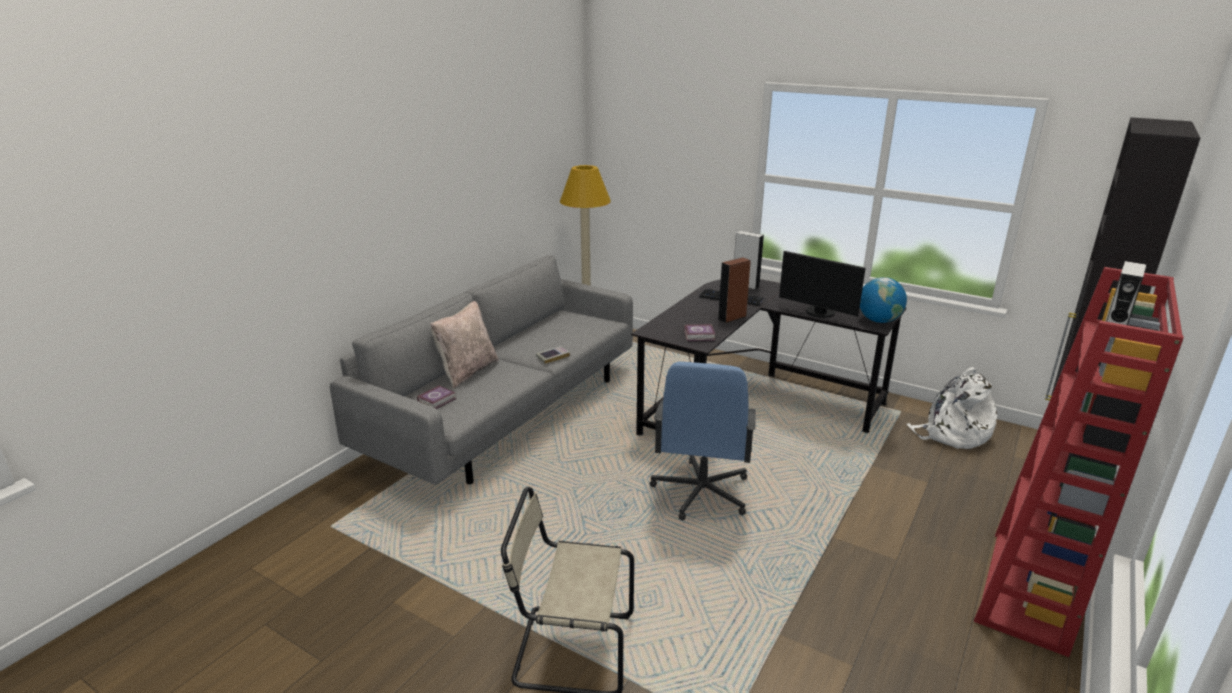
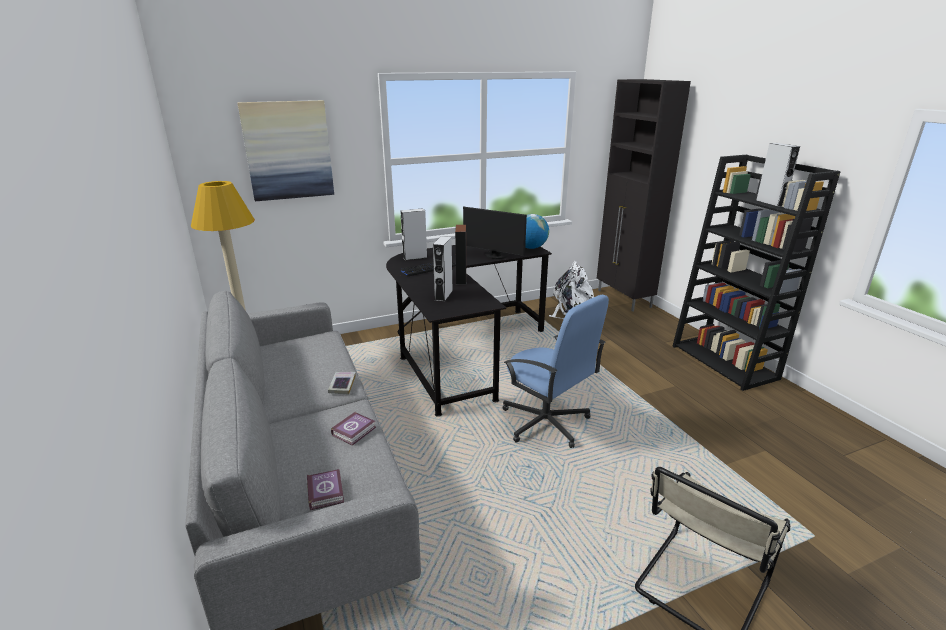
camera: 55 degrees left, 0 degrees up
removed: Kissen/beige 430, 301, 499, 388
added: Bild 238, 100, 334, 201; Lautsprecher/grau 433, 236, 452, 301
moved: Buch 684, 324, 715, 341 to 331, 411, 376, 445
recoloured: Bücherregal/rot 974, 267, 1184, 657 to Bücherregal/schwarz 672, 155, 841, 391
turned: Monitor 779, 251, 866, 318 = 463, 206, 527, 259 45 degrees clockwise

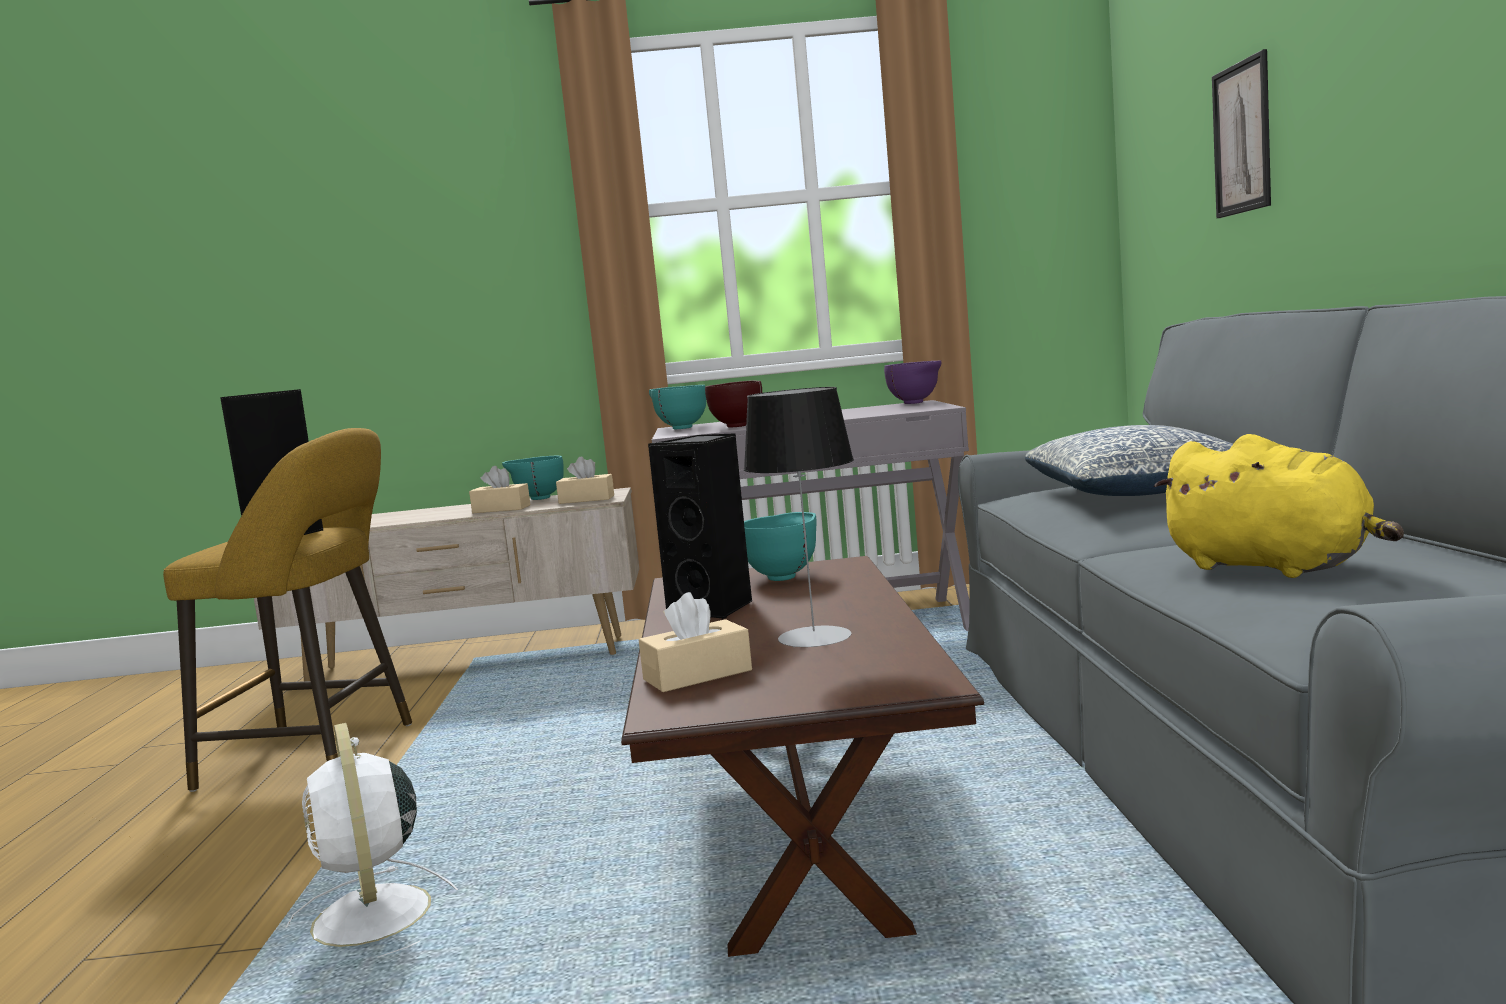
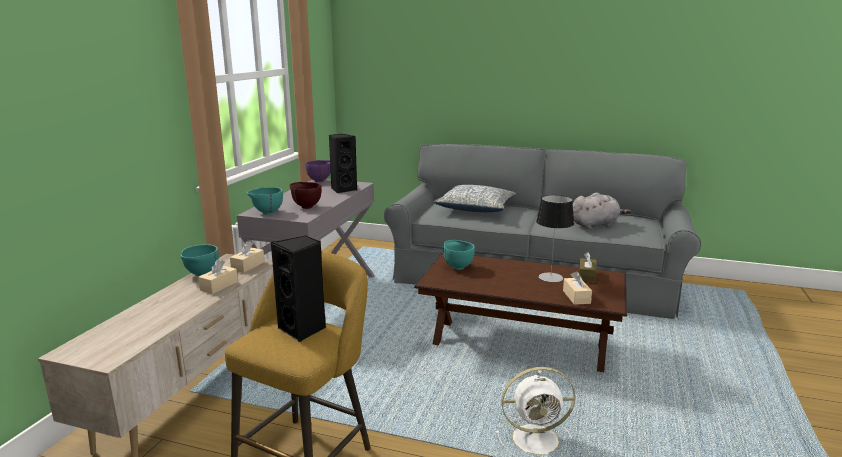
camera: 70 degrees left, 10 degrees up
removed: Bild 1212, 49, 1271, 219
added: Taschentuchbox/braun 579, 252, 597, 283
moved: Lautsprecher/schwarz 648, 433, 752, 619 to 329, 134, 358, 193
recoloured: Plüschtier/gelb 1154, 434, 1404, 578 to Plüschtier/grau 573, 193, 631, 229

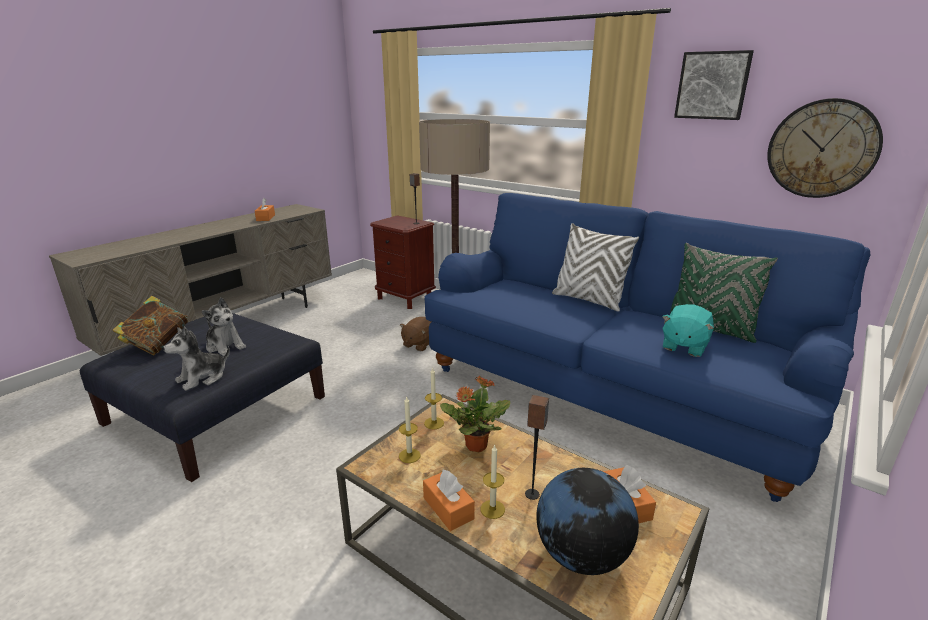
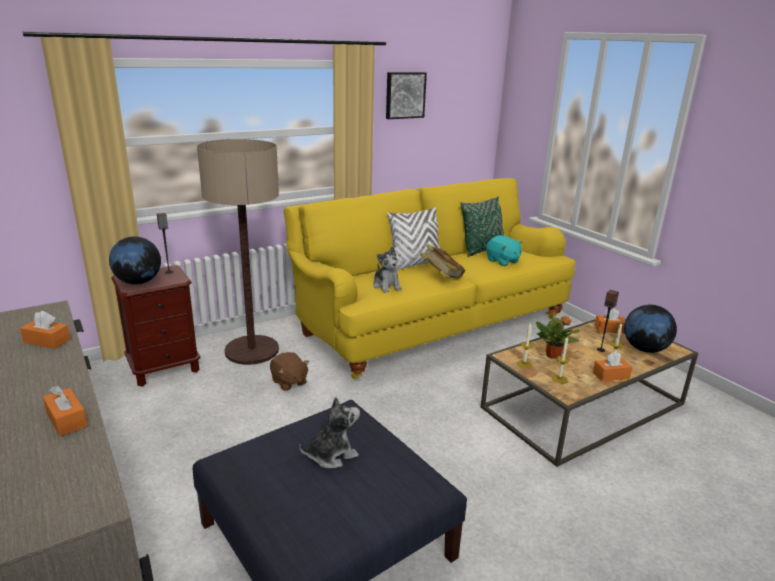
camera: 70 degrees left, 0 degrees up
removed: Wanduhr 767, 98, 883, 198
added: Taschentuchbox/orange 43, 385, 88, 436; Globus 109, 236, 161, 284
moved: Buch 113, 296, 188, 355 to 420, 244, 465, 279; Plüschtier 163, 327, 230, 391 to 373, 246, 402, 293
recoloured: Sofa/blau 425, 193, 871, 502 to Sofa/gelb 284, 178, 576, 379

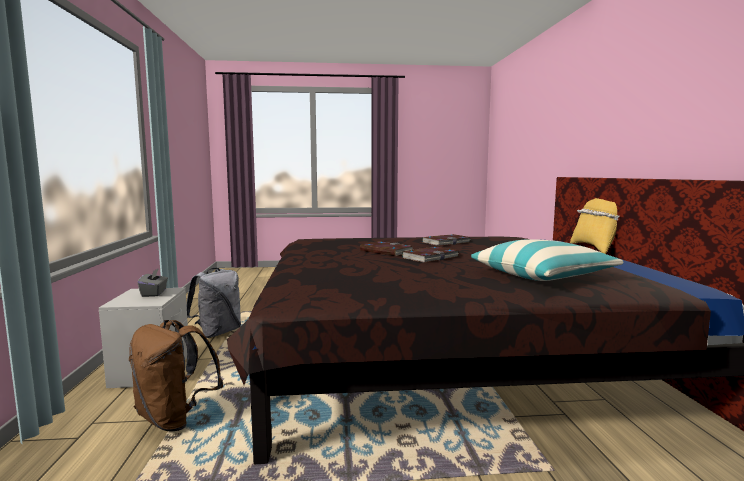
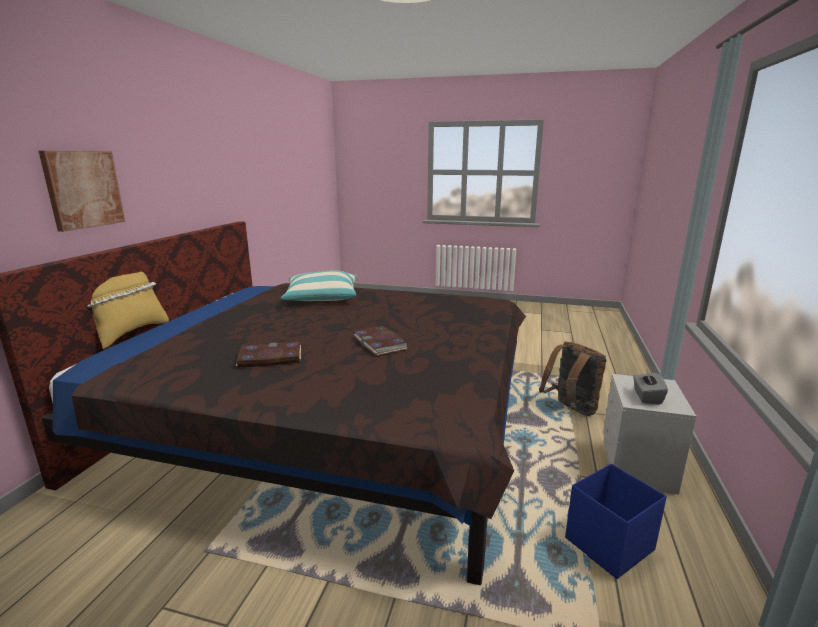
camera: 160 degrees left, 10 degrees up
removed: Buch 402, 247, 459, 263
added: Bild 39, 151, 125, 232
replaced: Rucksack/grau 186, 268, 241, 338 to Aufbewahrungsbox/blau 565, 463, 667, 579

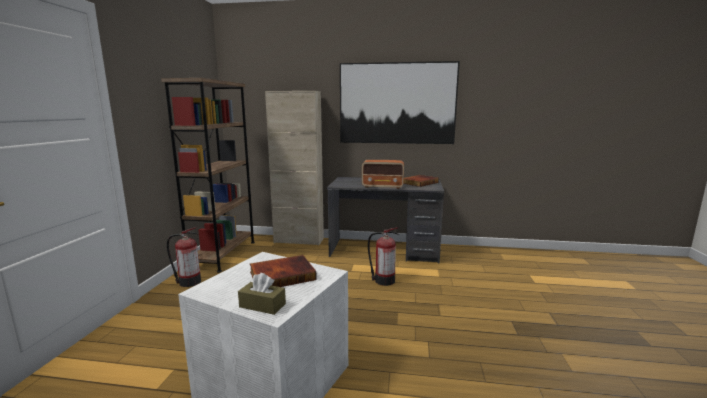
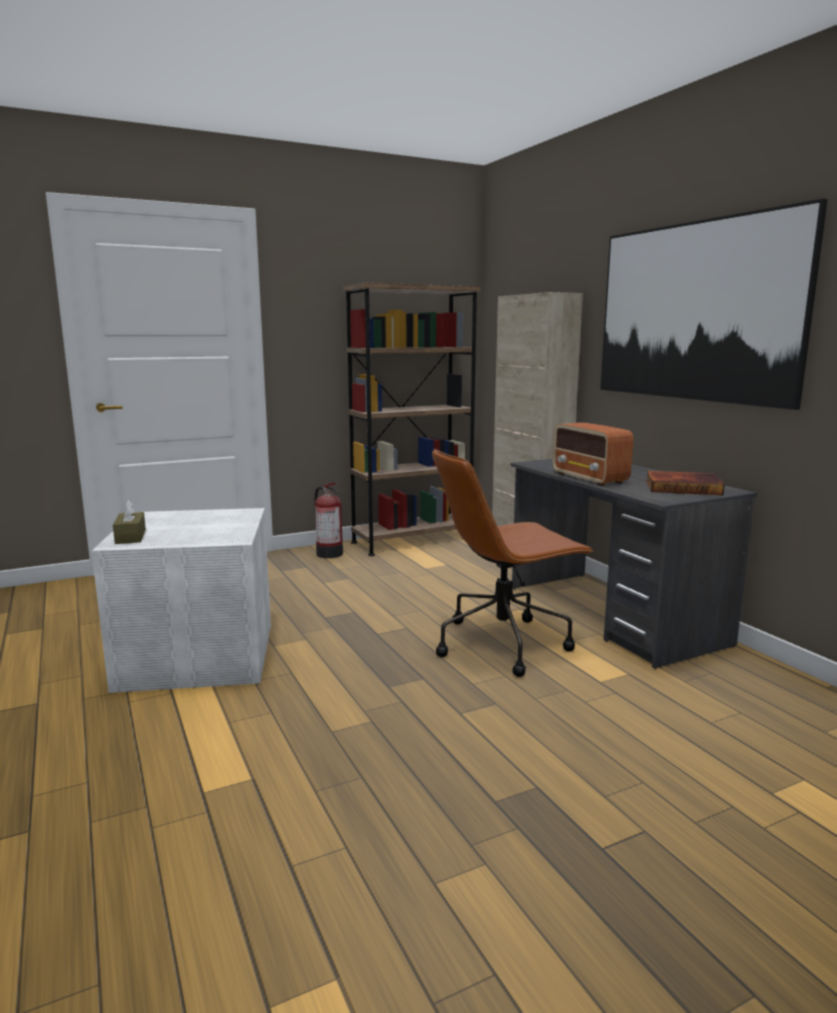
camera: 55 degrees right, 0 degrees up
removed: Buch 250, 255, 317, 287
replaced: Feuerlöscher 368, 227, 399, 286 to Bürostuhl/braun 432, 449, 593, 677

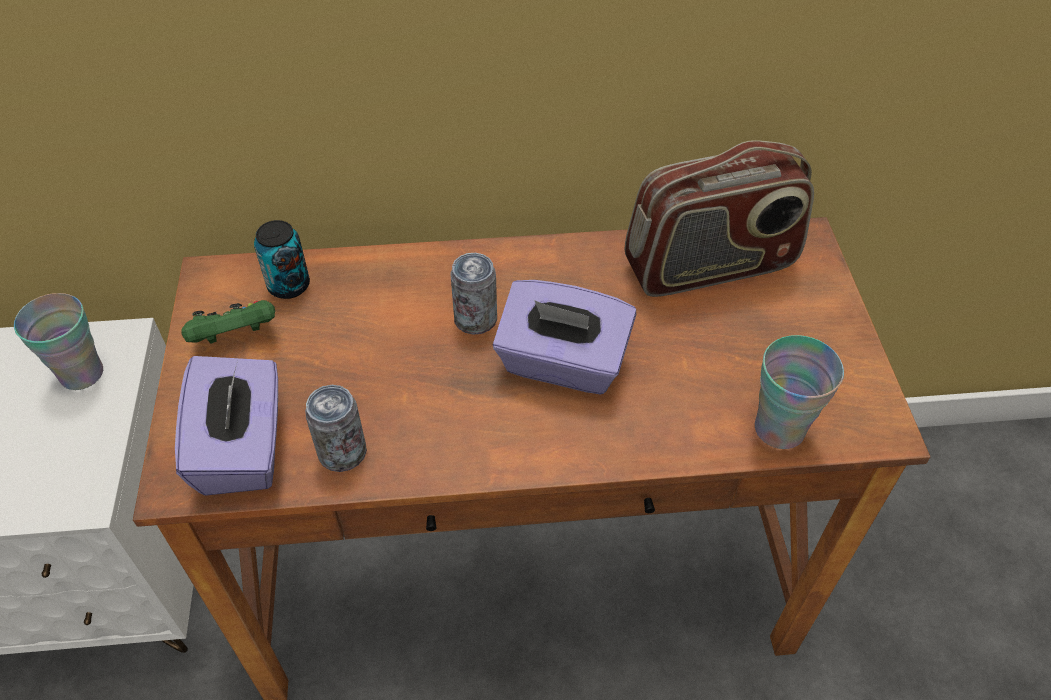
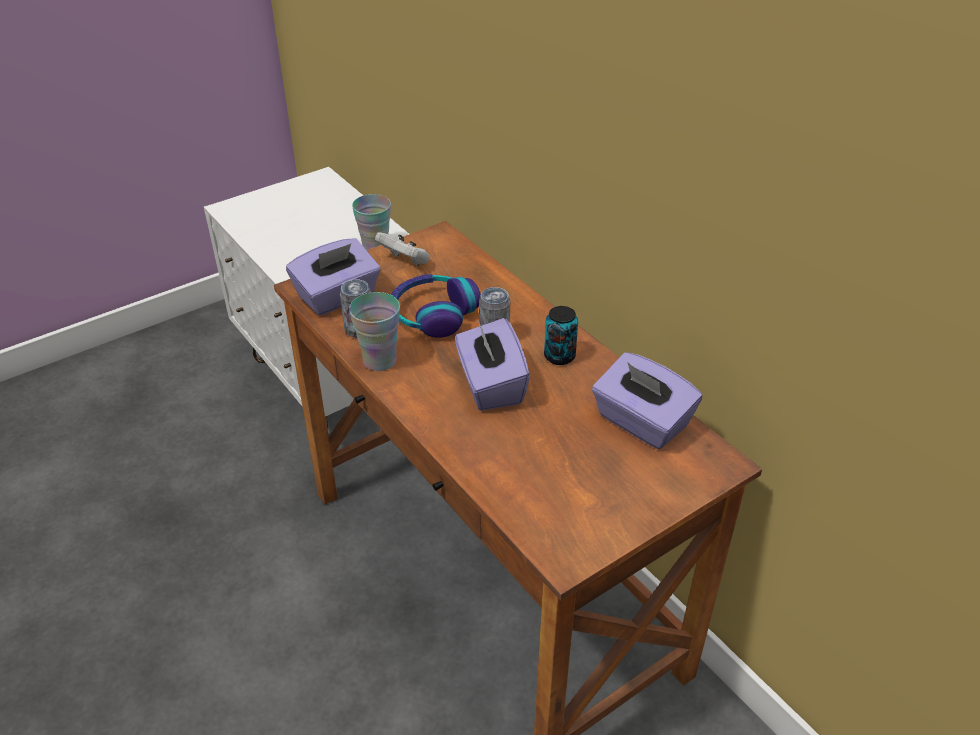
camera: 60 degrees right, 10 degrees down
added: Kopfhörer 391, 274, 481, 338
moved: Dose 254, 220, 310, 299 to 544, 306, 578, 365; Tasse 755, 335, 844, 449 to 349, 292, 400, 371
replaced: Radio 625, 140, 814, 297 to Taschentuchbox/lila 592, 352, 702, 449
recoloured: Gamepad/grün 181, 300, 275, 344 to Gamepad/weiß 375, 232, 430, 266

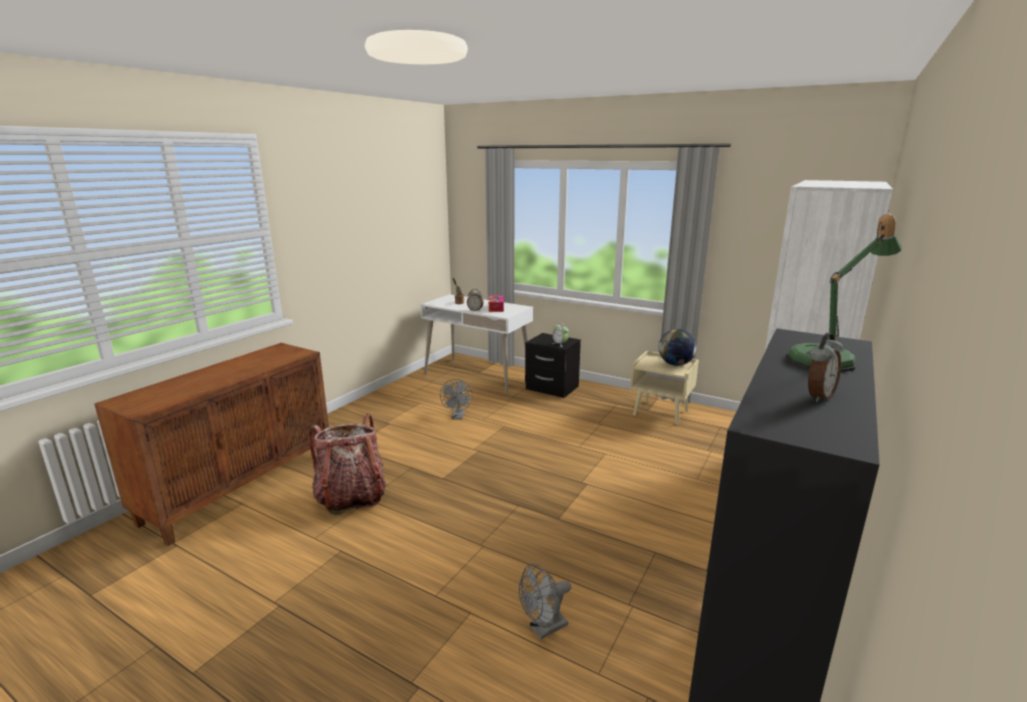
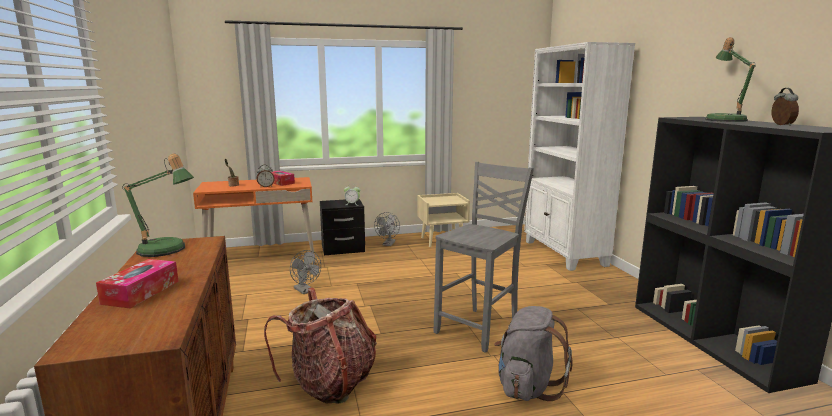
camera: 45 degrees left, 5 degrees down
removed: Globus 658, 329, 697, 366
added: Taschentuchbox 96, 259, 179, 308; Tischlampe 122, 154, 194, 257; Stuhl/grau 434, 162, 534, 353; Rucksack/grau 494, 306, 573, 401
moved: Ventilator/grau 519, 563, 571, 639 to 374, 212, 400, 246
recoloured: Schreibtisch/weiß 420, 294, 533, 394 to Schreibtisch/orange 193, 177, 316, 263

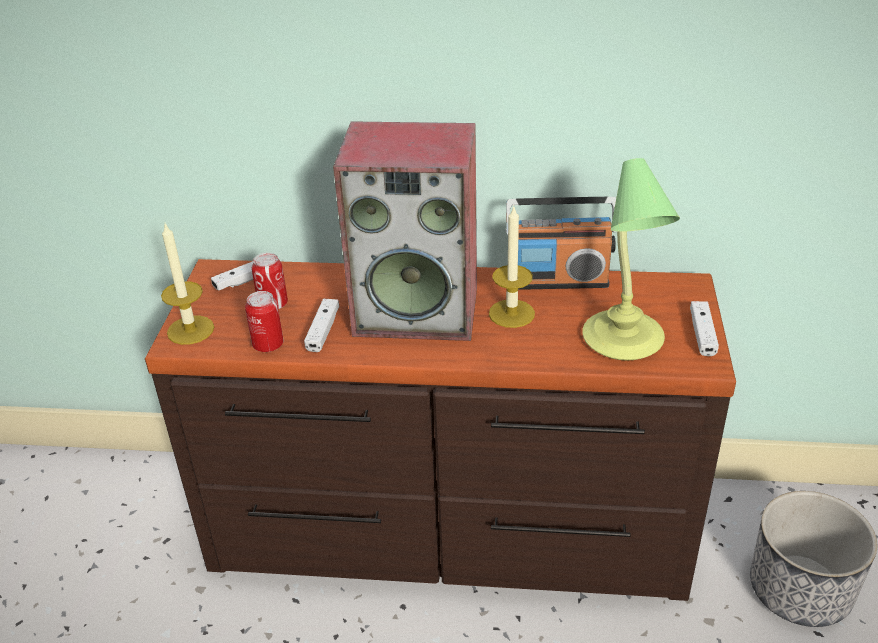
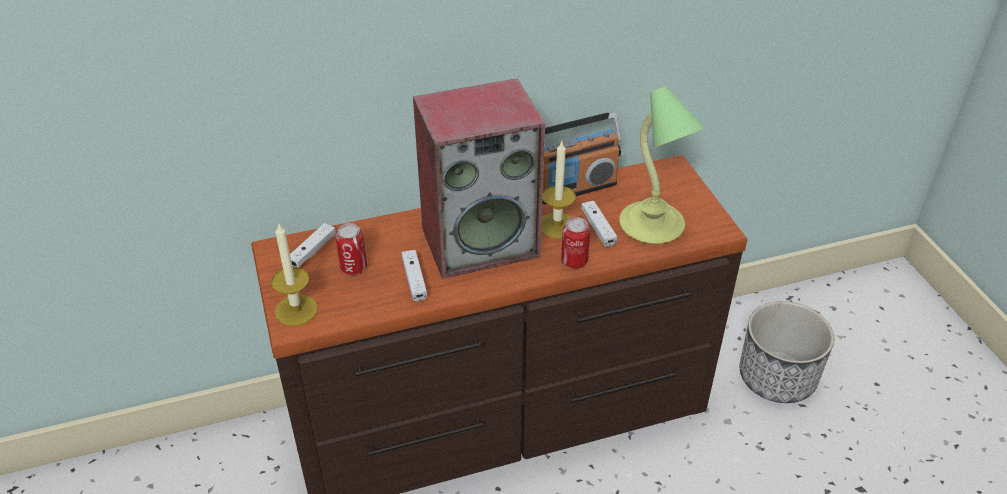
camera: 25 degrees left, 5 degrees up
moved: Dose 245, 291, 283, 352 to 561, 217, 590, 269; Gamepad/weiß 690, 301, 719, 356 to 581, 201, 617, 247

